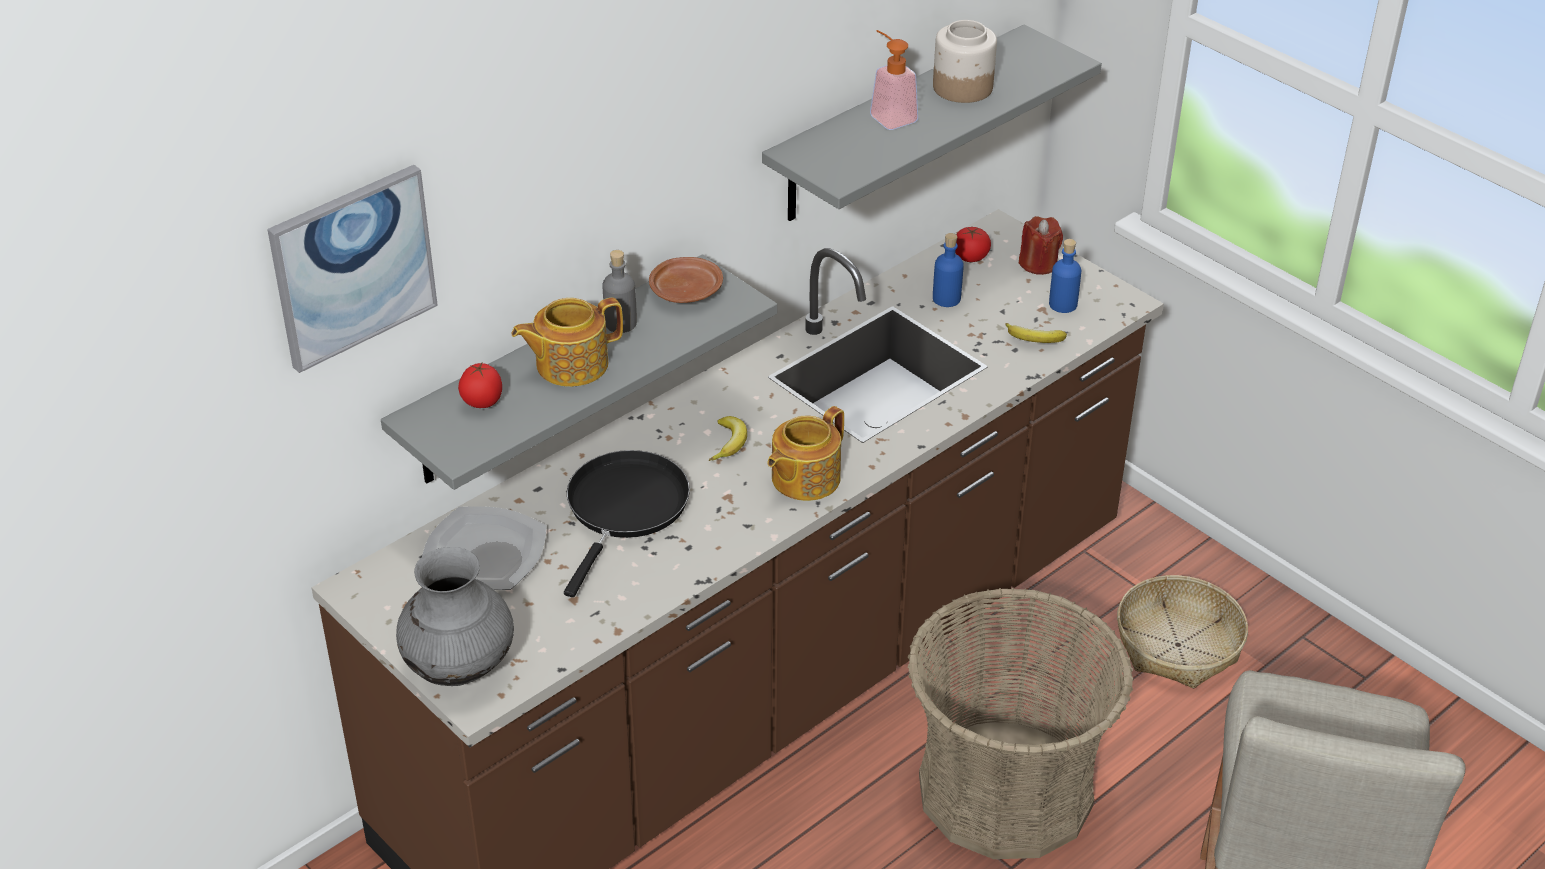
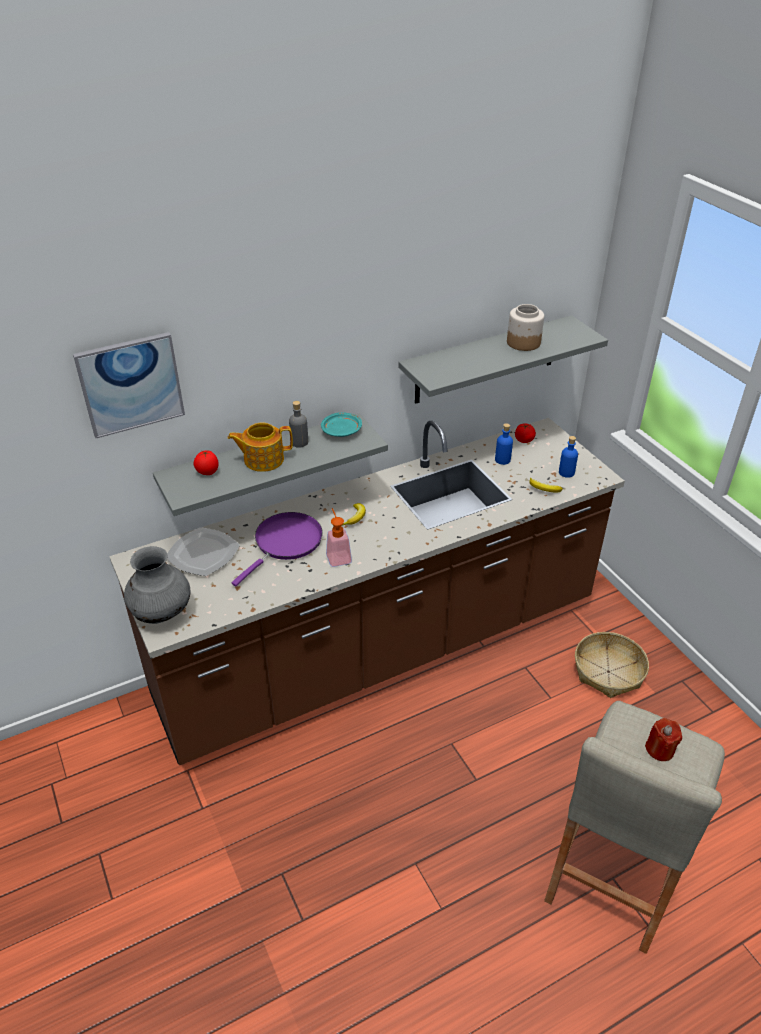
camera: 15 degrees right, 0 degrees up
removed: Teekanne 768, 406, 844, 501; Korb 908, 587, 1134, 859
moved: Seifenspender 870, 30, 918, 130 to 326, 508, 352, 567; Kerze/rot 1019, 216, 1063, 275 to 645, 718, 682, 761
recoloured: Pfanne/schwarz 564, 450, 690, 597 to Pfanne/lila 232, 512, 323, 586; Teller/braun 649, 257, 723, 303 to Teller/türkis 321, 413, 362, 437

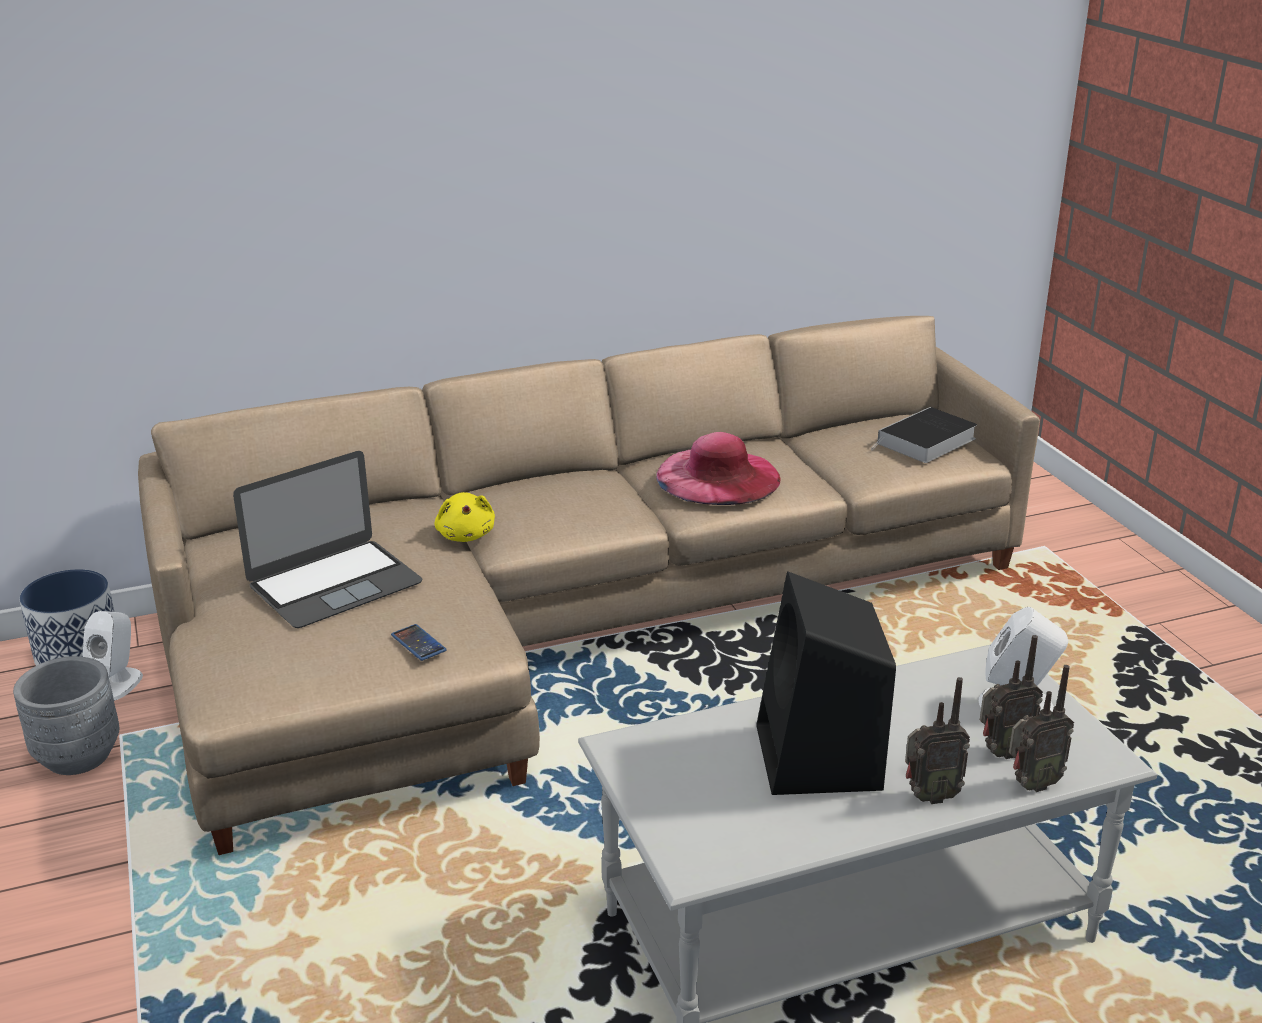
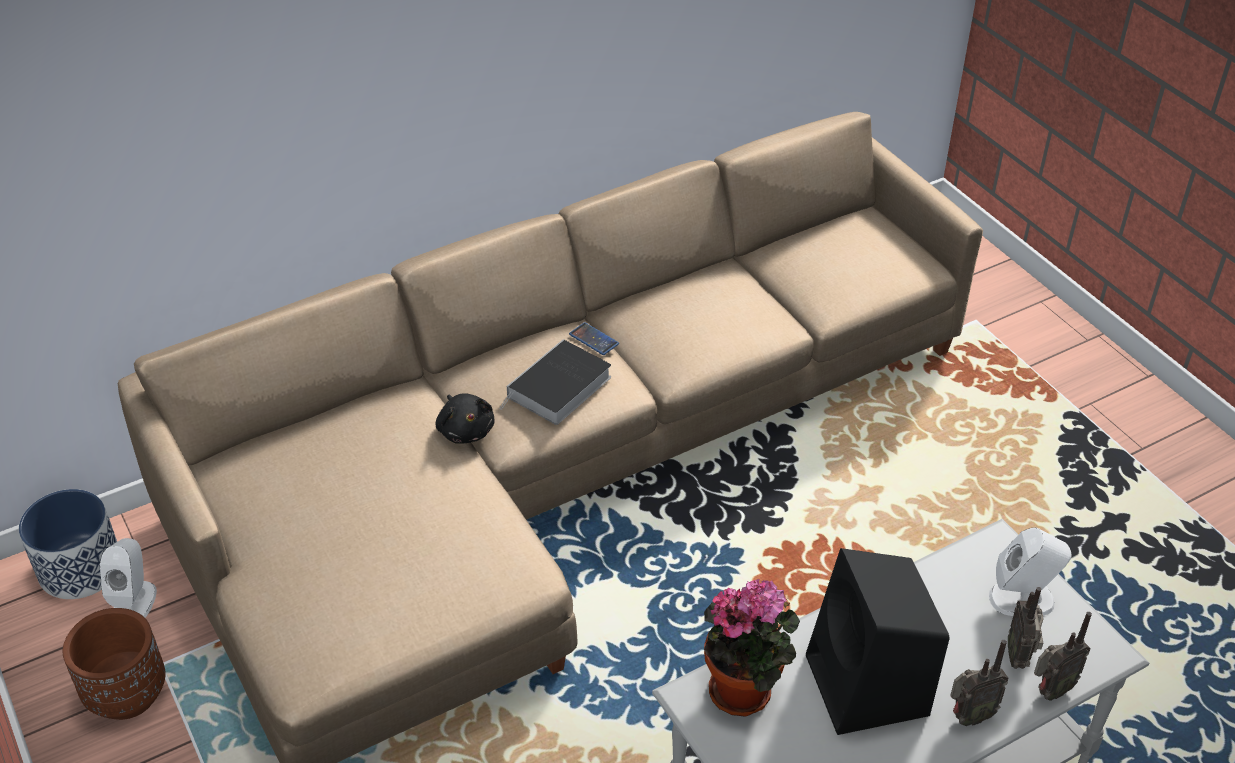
camera: 10 degrees left, 15 degrees up
removed: Laptop 233, 451, 422, 628; Hut/rosa 656, 432, 781, 505
added: Topfpflanze 704, 579, 800, 717
moved: Handy 391, 624, 447, 661 to 569, 322, 619, 355; Buch 870, 407, 977, 463 to 499, 339, 611, 425
recoloured: Pflanzkübel/grau 13, 656, 119, 775 to Pflanzkübel/braun 63, 608, 166, 720; Plüschtier/gelb 434, 492, 495, 542 to Plüschtier/schwarz 436, 393, 494, 444
turned: Radio 980, 635, 1043, 759 = 1008, 587, 1043, 669 120 degrees clockwise

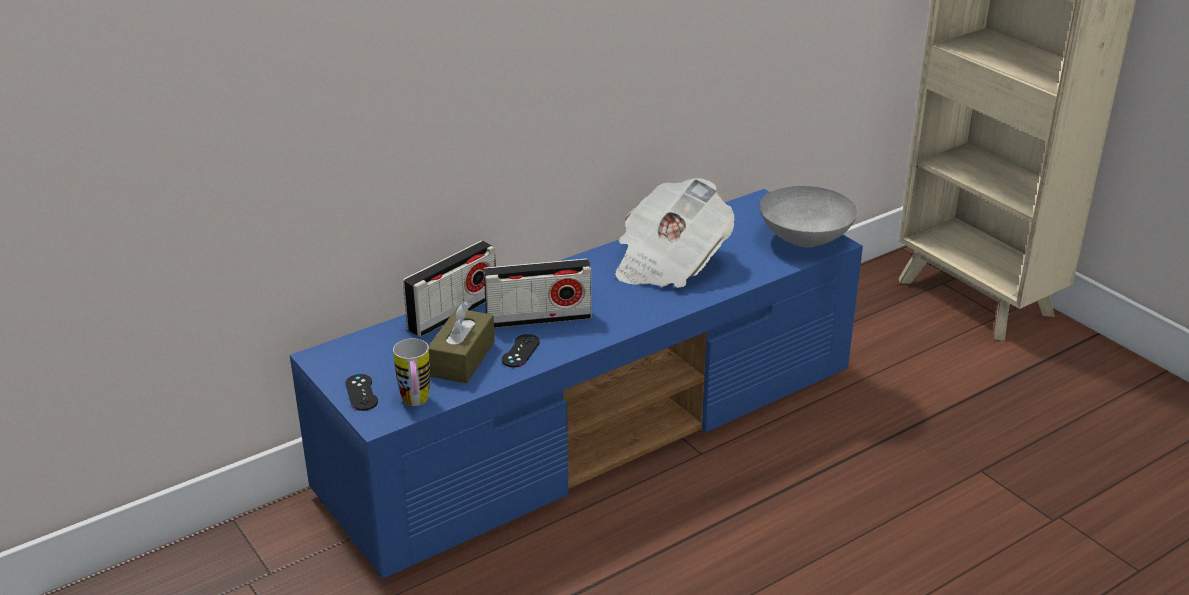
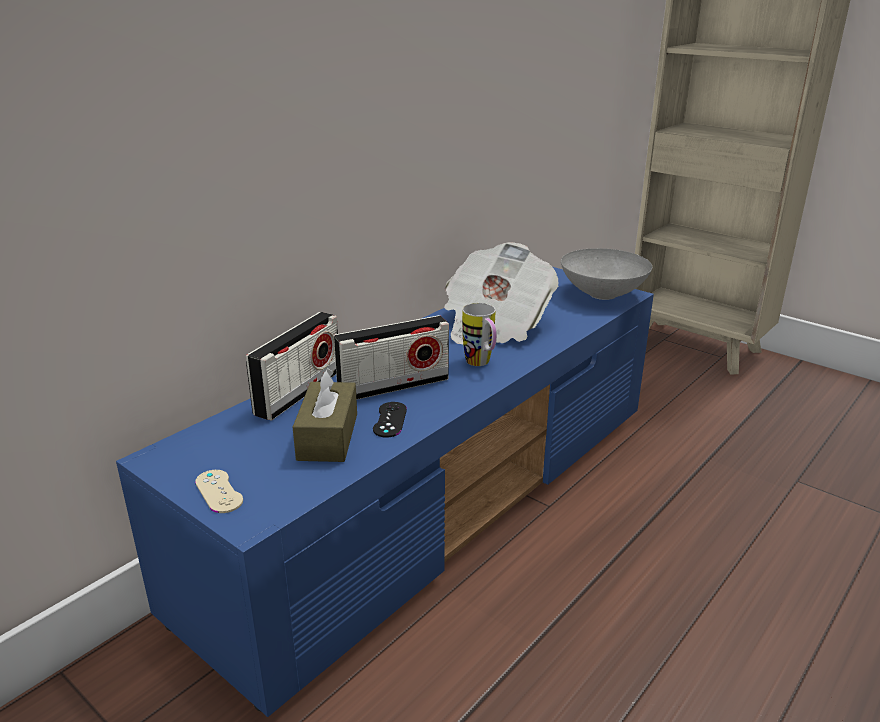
camera: 15 degrees left, 5 degrees down
moved: Henkelbecher 393, 338, 430, 406 to 462, 303, 497, 366
recoloured: Gamepad/schwarz 345, 374, 378, 411 to Gamepad/beige 195, 470, 243, 513

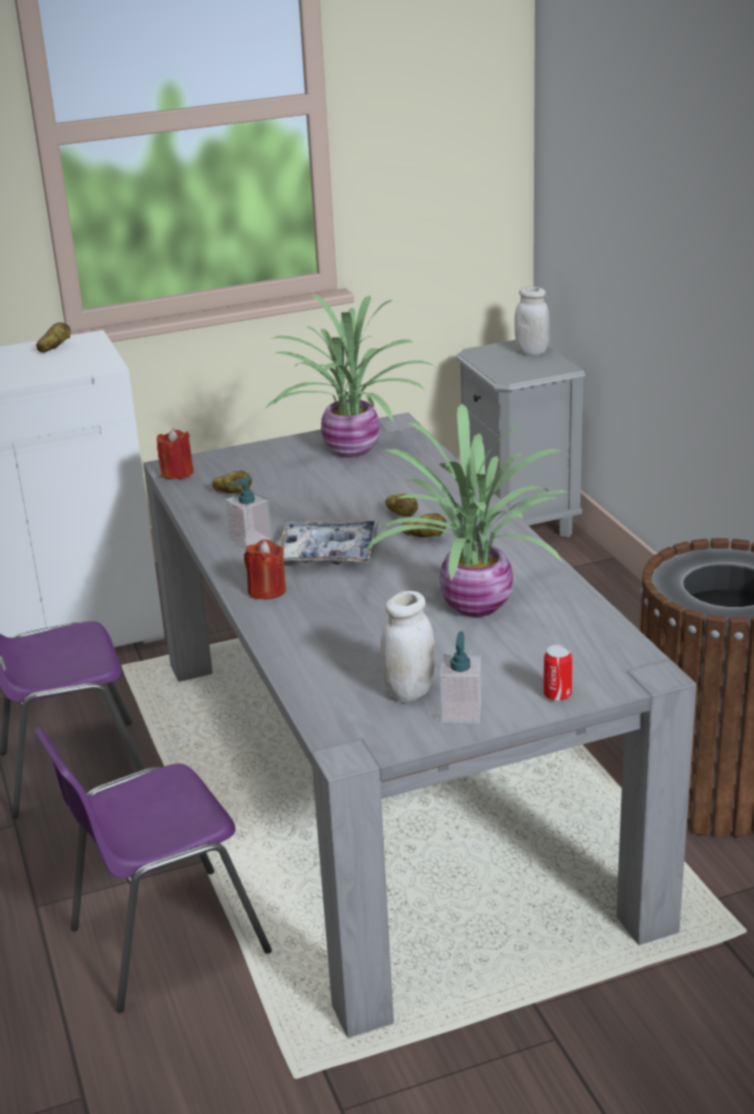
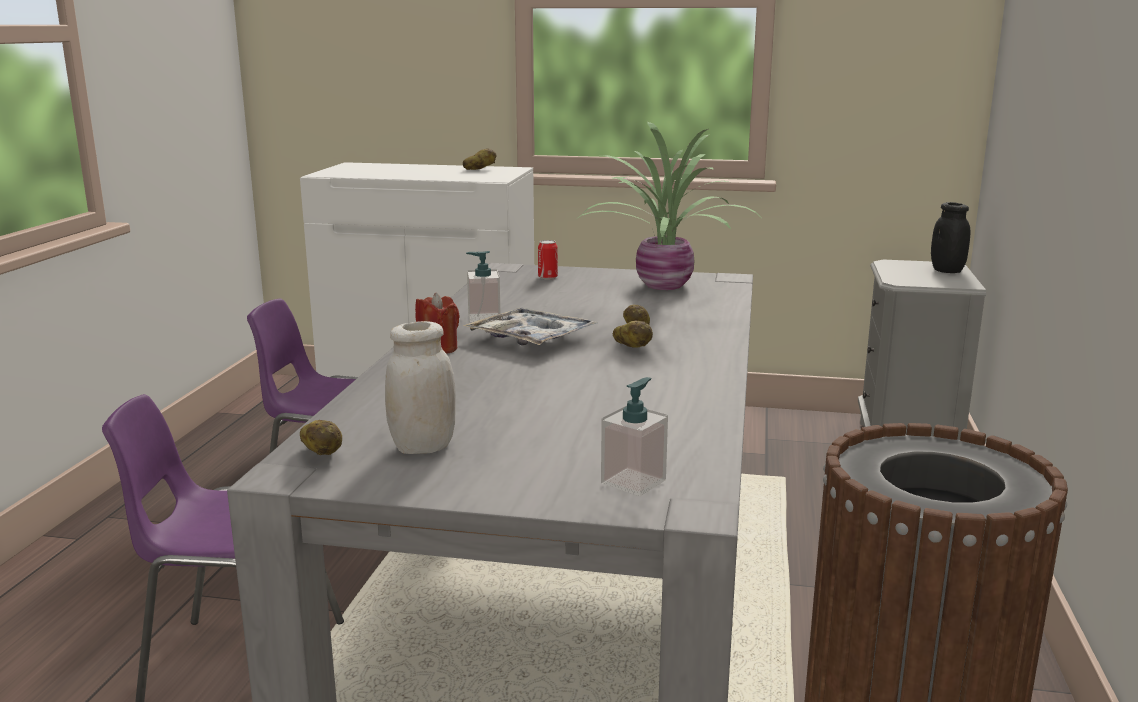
camera: 30 degrees right, 10 degrees down
removed: Kerze/rot 157, 428, 194, 479; Topfpflanze 365, 404, 567, 617
moved: Kartoffel 212, 470, 252, 493 to 300, 420, 342, 455; Seifenspender 440, 631, 481, 724 to 601, 377, 668, 496; Dose 543, 645, 572, 701 to 538, 240, 558, 280
recoloured: Vorratsglas/weiß 515, 286, 550, 356 to Vorratsglas/schwarz 931, 202, 970, 273

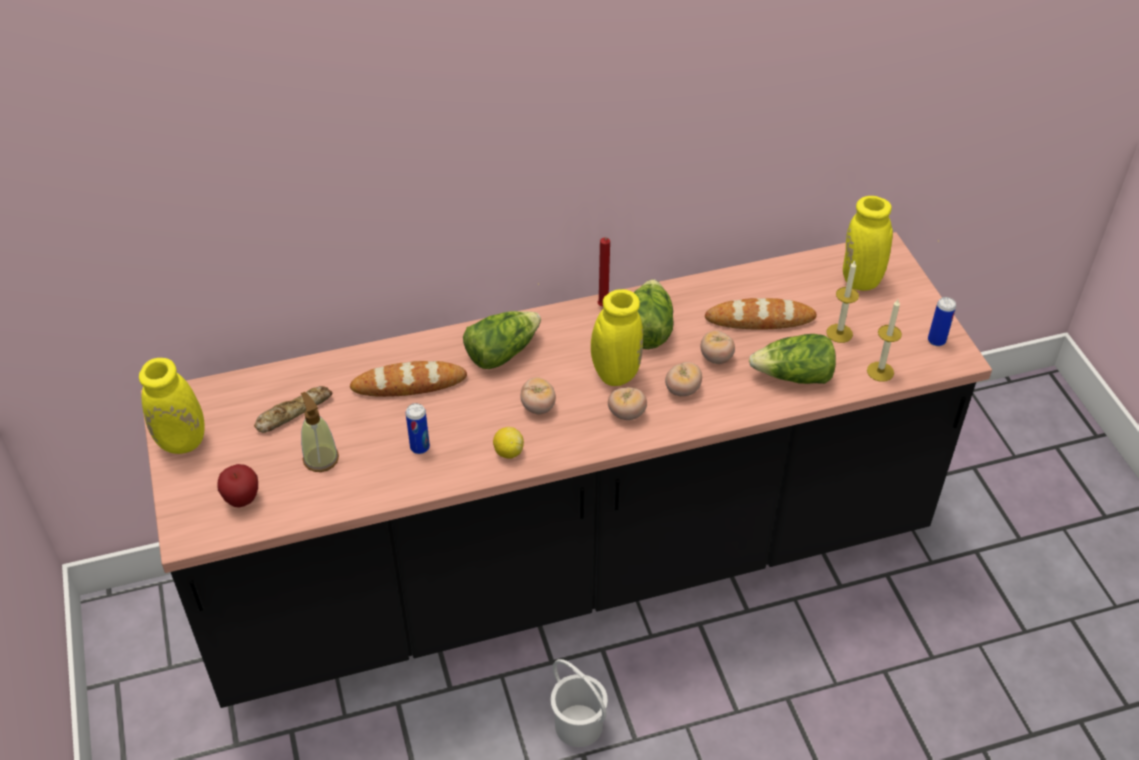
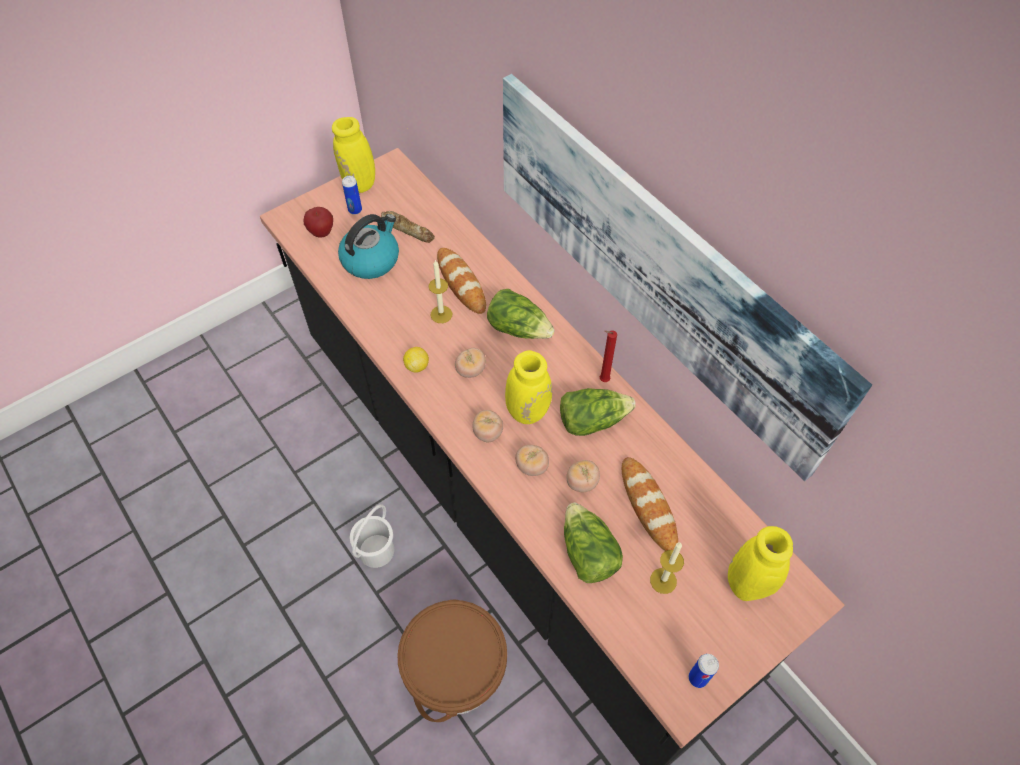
camera: 70 degrees right, 10 degrees up
added: Eimer/braun 398, 600, 507, 722; Bild 503, 74, 872, 481
moved: Dose 406, 403, 430, 454 to 342, 176, 362, 215; Kerze 867, 300, 902, 382 to 429, 260, 452, 323
replaced: Seifenspender 301, 392, 339, 472 to Wasserkessel 338, 214, 399, 279

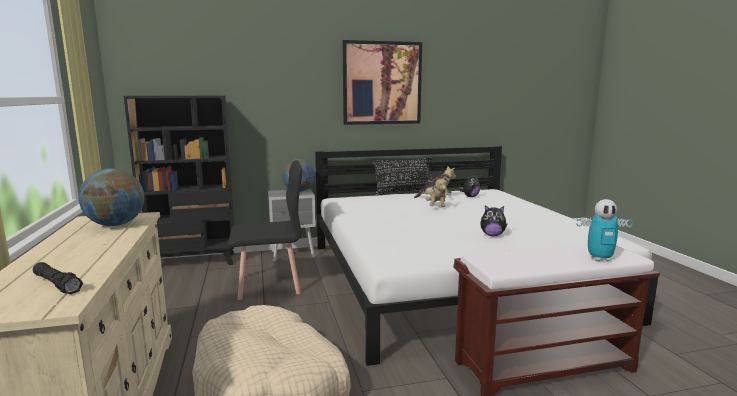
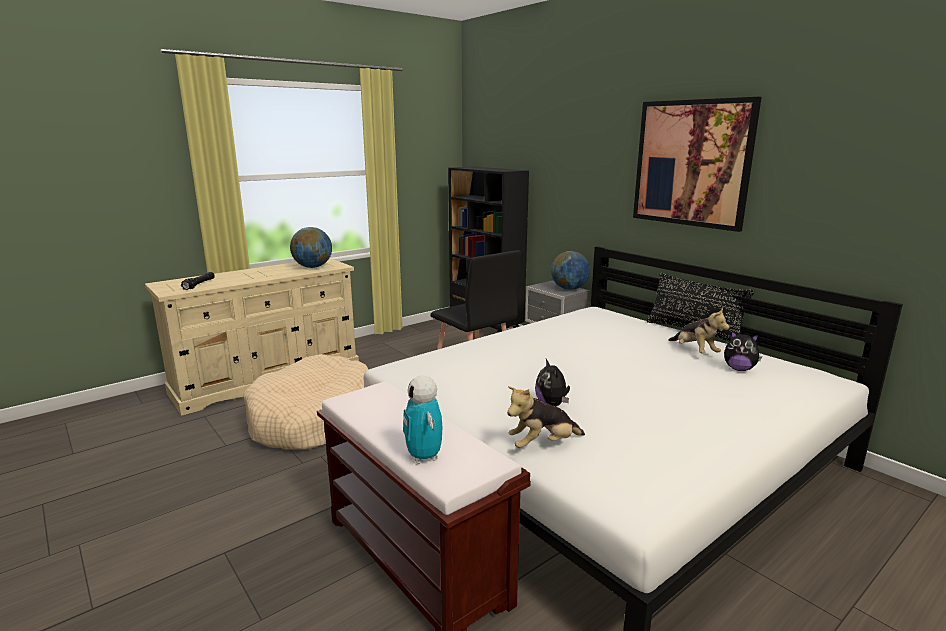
camera: 65 degrees right, 5 degrees up
moved: Plüschtier 426, 176, 446, 207 to 507, 386, 585, 448

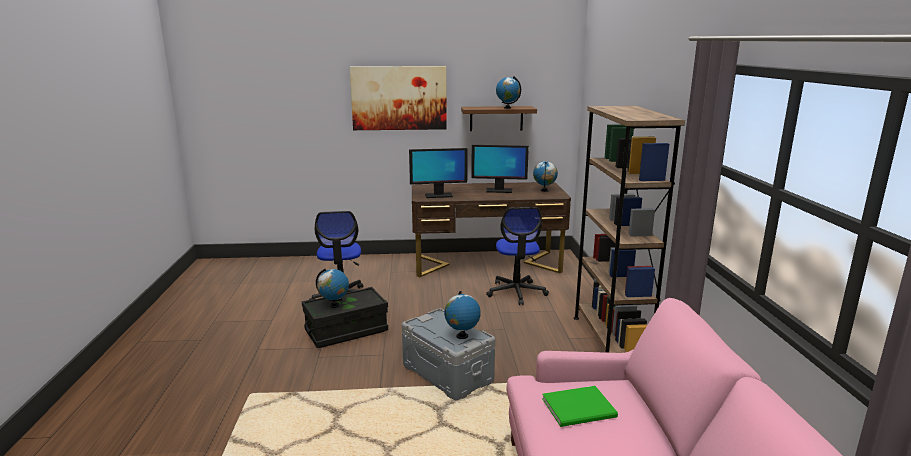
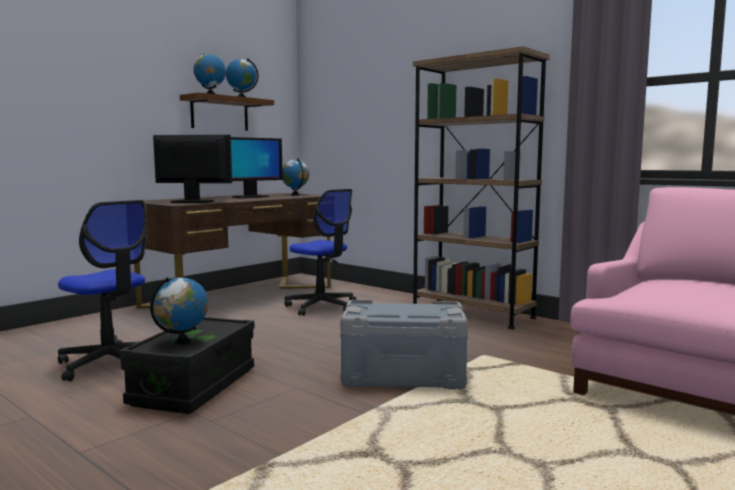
camera: 45 degrees left, 10 degrees down
removed: Bild 350, 66, 447, 130; Buch/grün 542, 386, 618, 427
moved: Globus 444, 291, 481, 339 to 193, 54, 226, 94
turned: Monitor 409, 148, 468, 198 = 153, 135, 232, 203 120 degrees counterclockwise

